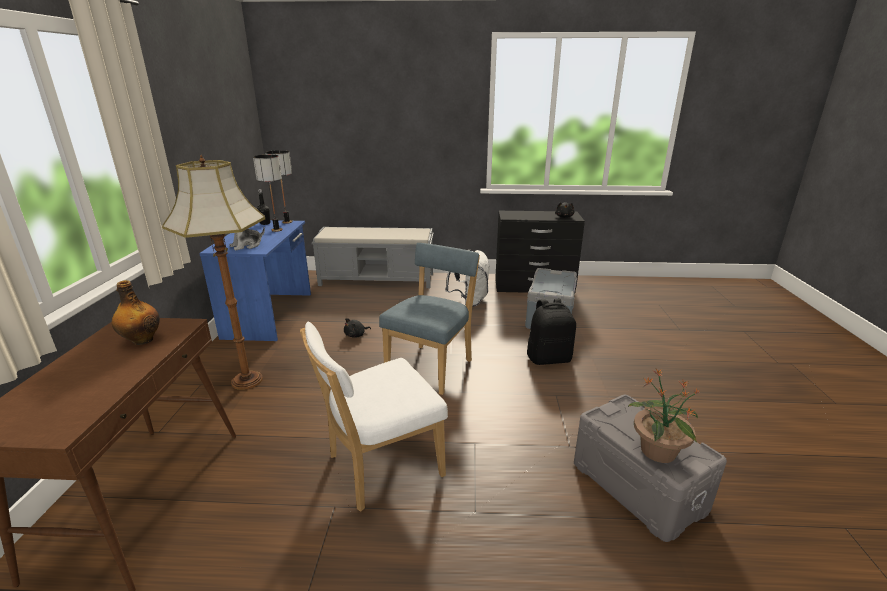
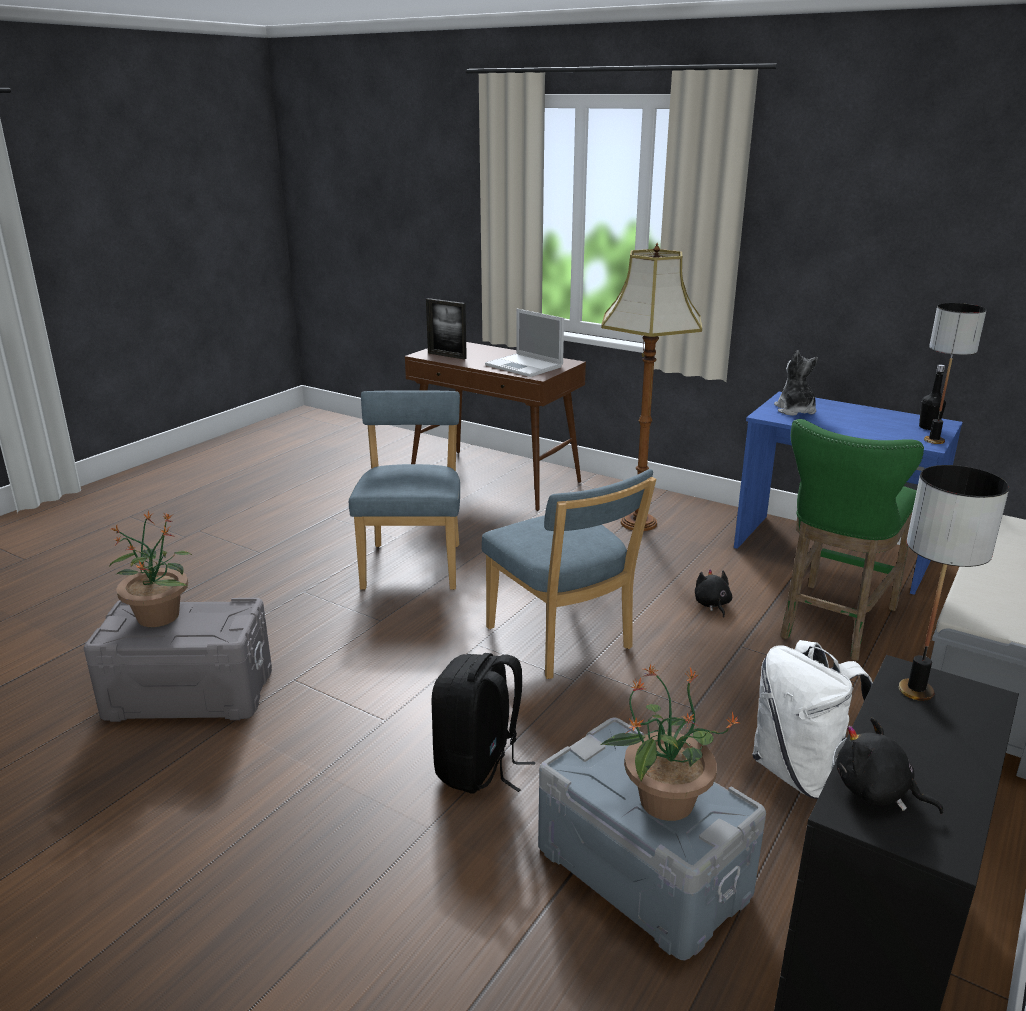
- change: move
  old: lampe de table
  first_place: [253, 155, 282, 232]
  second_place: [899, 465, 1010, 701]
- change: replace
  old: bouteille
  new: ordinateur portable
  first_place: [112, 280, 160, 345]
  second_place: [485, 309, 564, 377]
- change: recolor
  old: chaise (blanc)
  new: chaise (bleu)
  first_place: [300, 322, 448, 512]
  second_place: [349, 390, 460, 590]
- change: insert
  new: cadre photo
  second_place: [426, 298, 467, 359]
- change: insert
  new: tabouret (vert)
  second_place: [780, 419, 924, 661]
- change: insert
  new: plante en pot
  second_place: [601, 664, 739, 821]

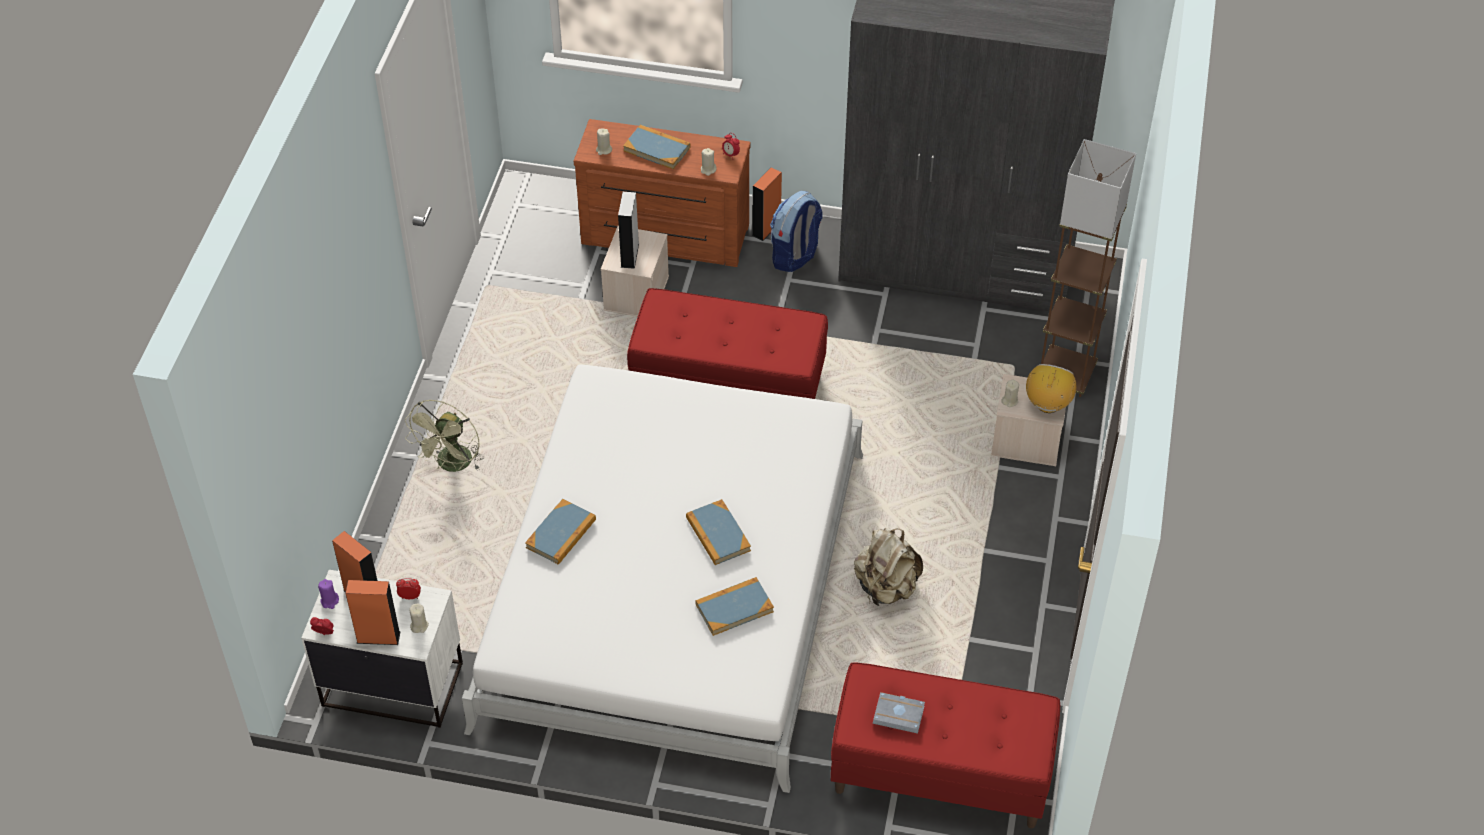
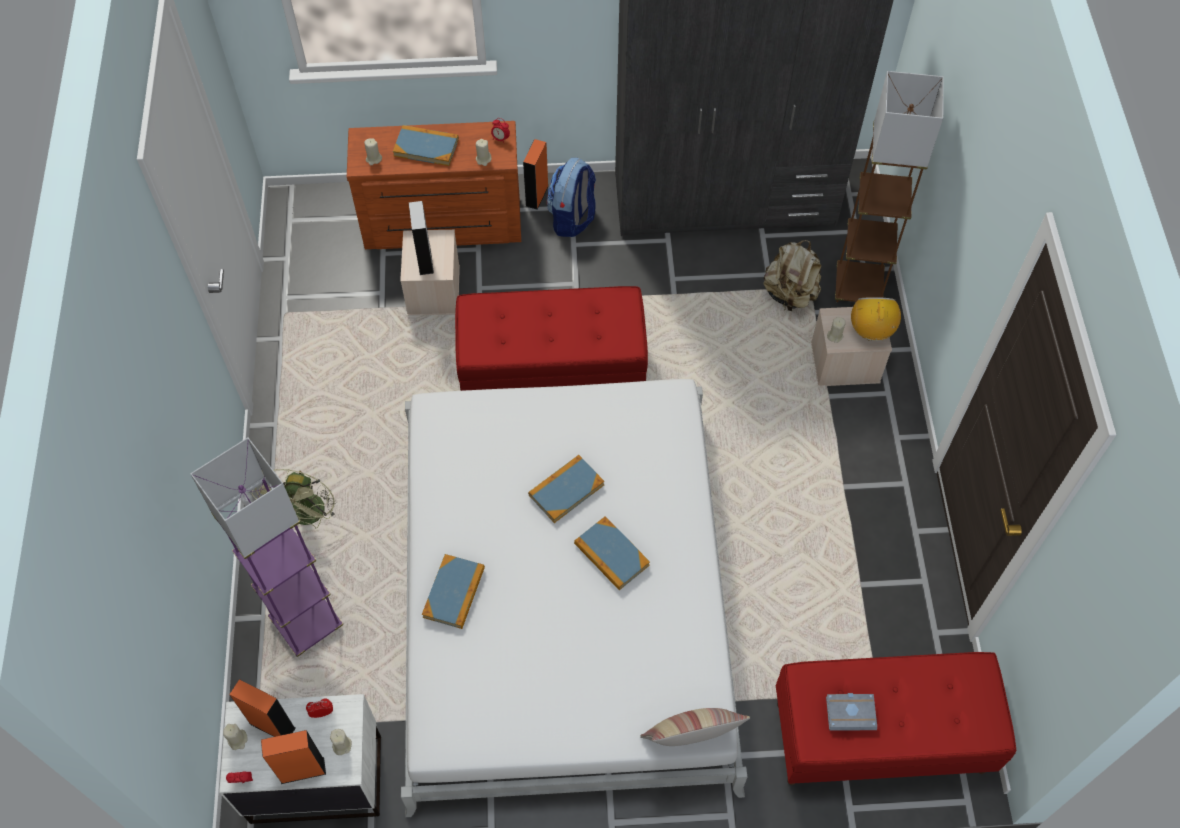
- change: move
  old: sac à dos (beige)
  first_place: [854, 528, 923, 606]
  second_place: [763, 240, 821, 312]
- change: move
  old: livre
  first_place: [695, 577, 774, 636]
  second_place: [528, 455, 604, 523]
- change: recolor
  old: bougie (violet)
  new: bougie (beige)
  first_place: [318, 579, 339, 609]
  second_place: [223, 724, 248, 750]
- change: insert
  new: lampadaire (violet)
  second_place: [190, 437, 343, 657]
- change: insert
  new: coussin
  second_place: [640, 708, 750, 746]

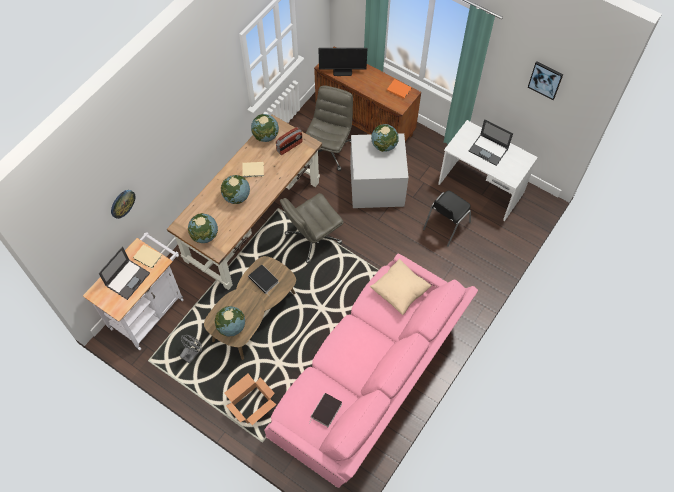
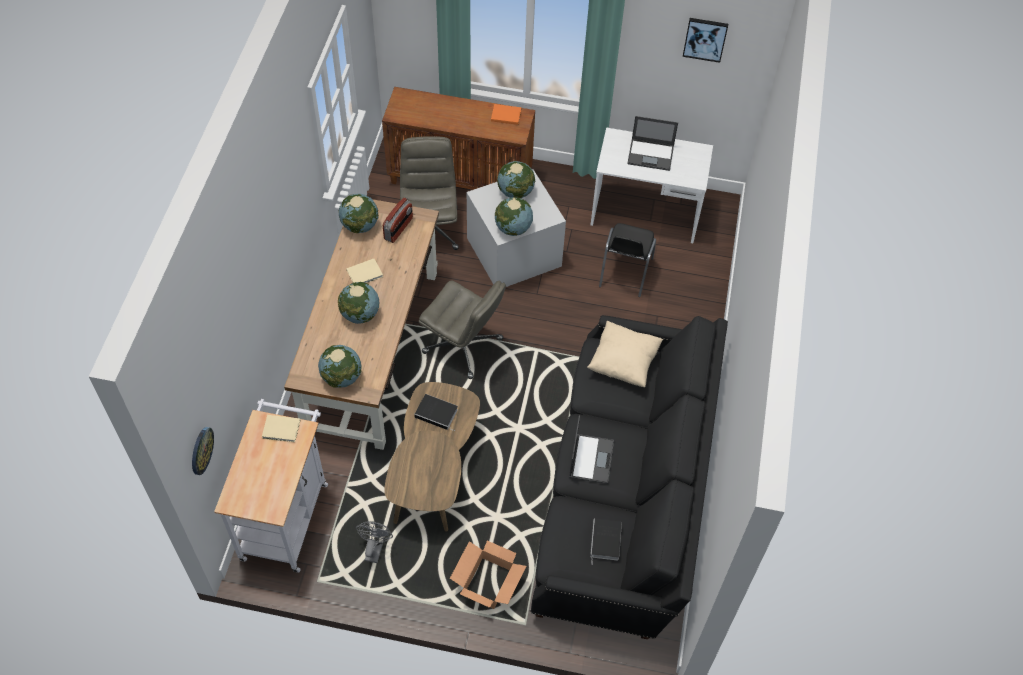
- change: delete
  old: écran d'ordinateur
  first_place: [318, 48, 367, 76]
- change: move
  old: horloge murale
  first_place: [111, 190, 135, 219]
  second_place: [192, 427, 214, 475]
- change: rotate
  old: chaise de bureau (gris)
  first_place: [280, 193, 343, 263]
  second_place: [419, 280, 506, 379]
  degrees: -90
- change: move
  old: ordinateur portable
  first_place: [98, 246, 150, 300]
  second_place: [569, 415, 614, 484]
- change: recolor
  old: canapé (rose)
  new: canapé (noir)
  first_place: [264, 254, 478, 488]
  second_place: [530, 315, 728, 639]
- change: move
  old: globe
  first_place: [215, 306, 245, 336]
  second_place: [495, 197, 533, 236]

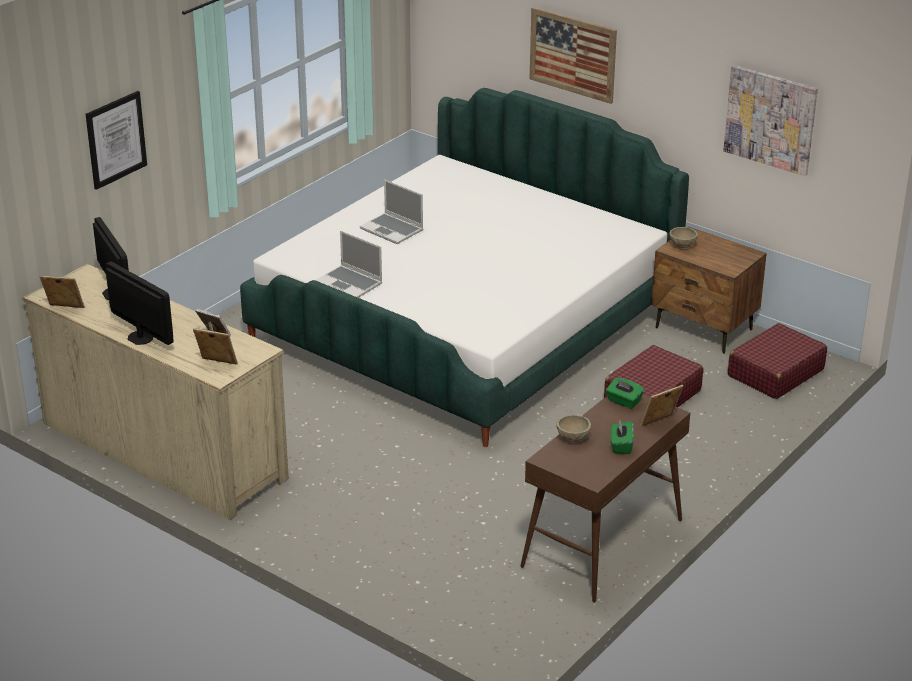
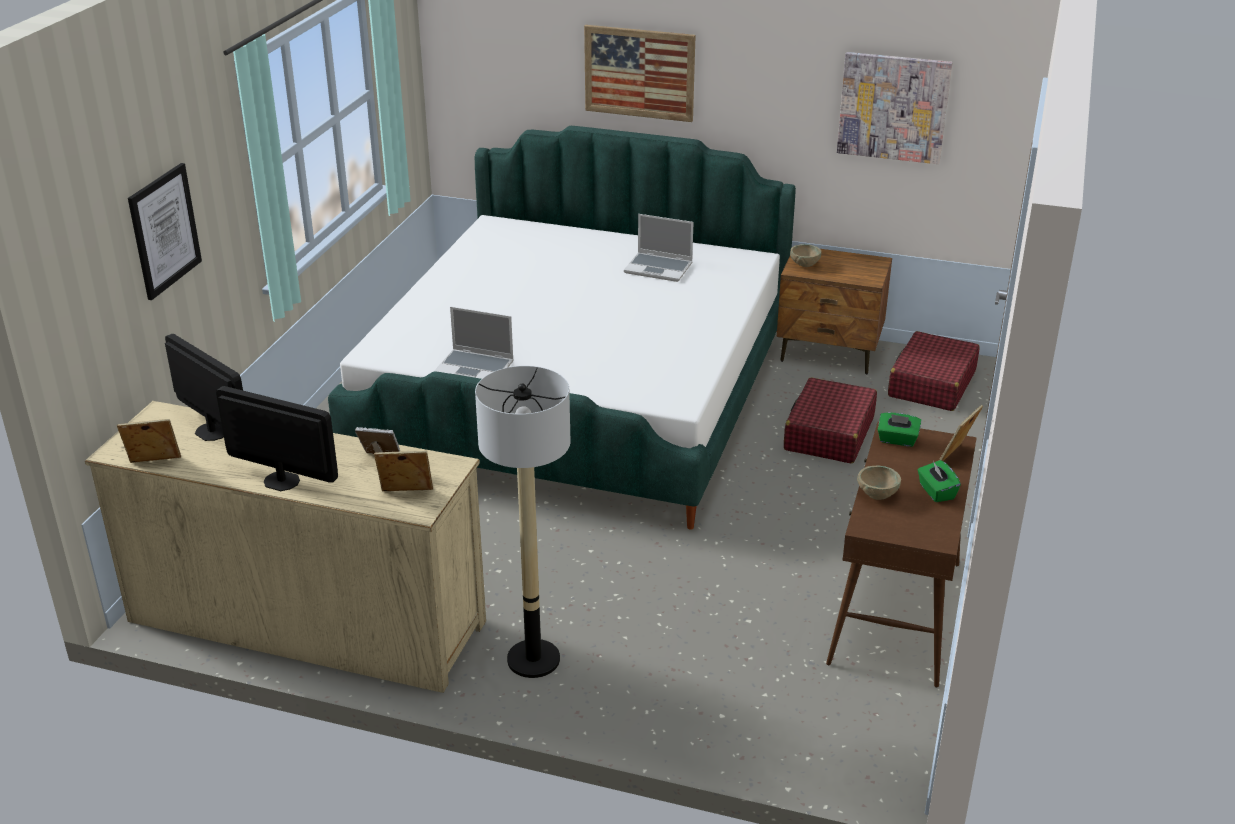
- change: move
  old: ordinateur portable
  first_place: [360, 179, 423, 244]
  second_place: [624, 214, 693, 282]
- change: insert
  new: lampadaire
  second_place: [475, 366, 570, 678]

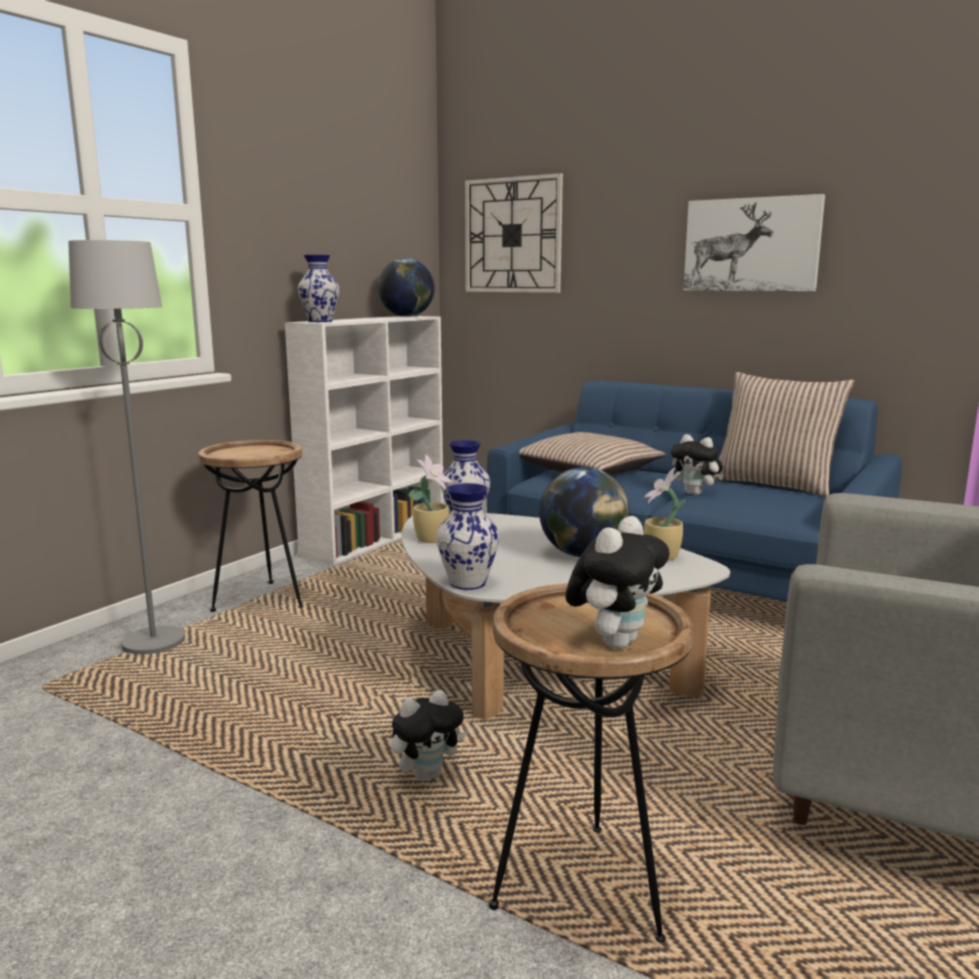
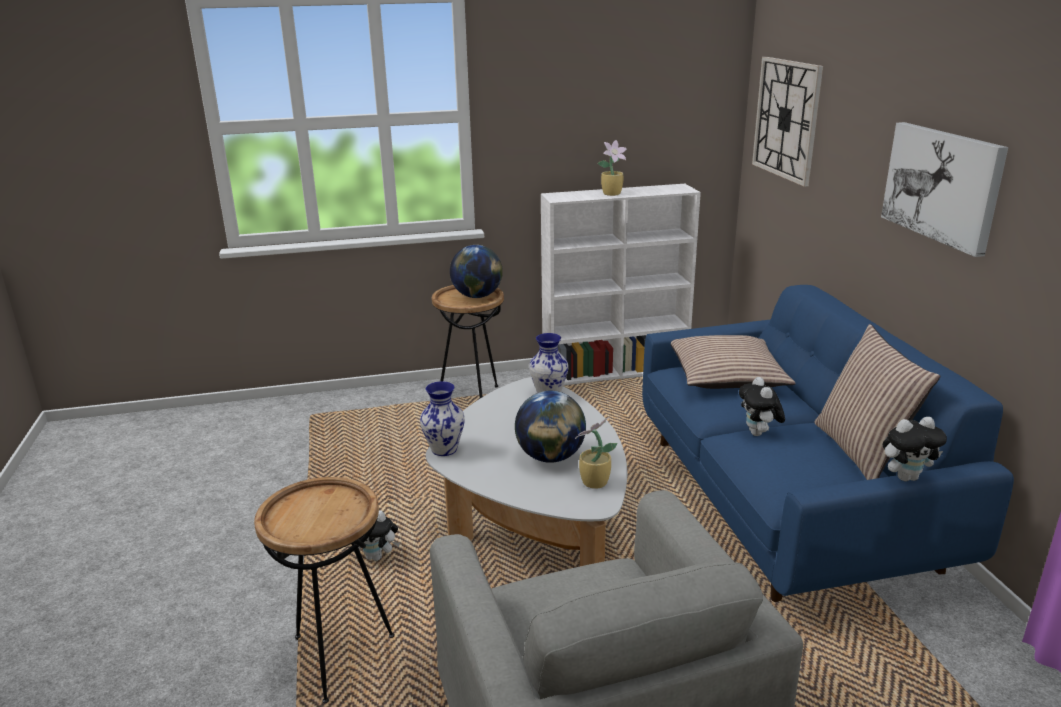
- change: delete
  old: lampadaire (gris)
  first_place: [68, 240, 185, 654]
- change: delete
  old: vase
  first_place: [298, 255, 339, 322]
- change: move
  old: globe
  first_place: [378, 258, 434, 317]
  second_place: [450, 245, 503, 298]
- change: move
  old: plante en pot
  first_place: [408, 454, 453, 543]
  second_place: [598, 140, 627, 196]
- change: move
  old: peluche
  first_place: [565, 516, 670, 649]
  second_place: [883, 417, 947, 481]

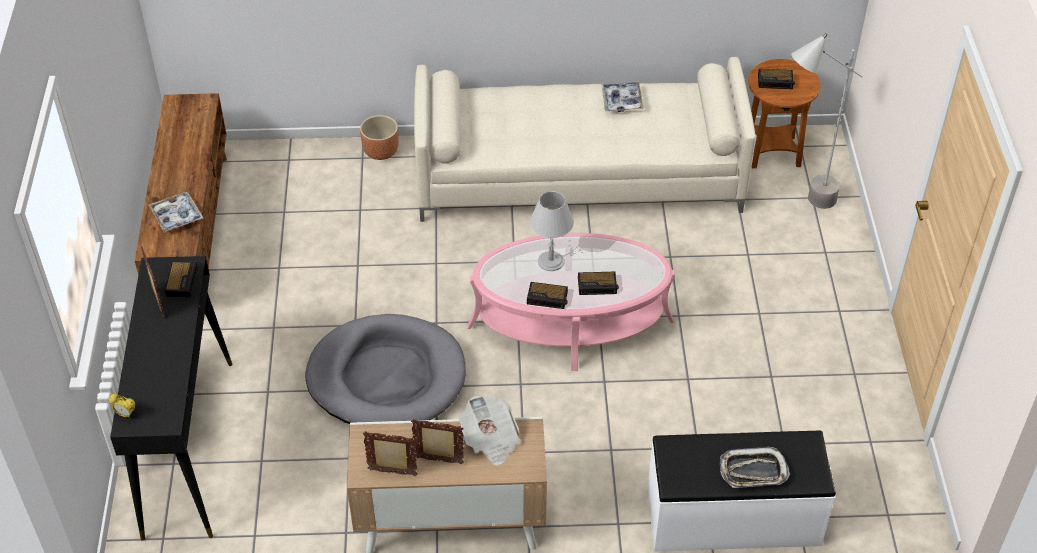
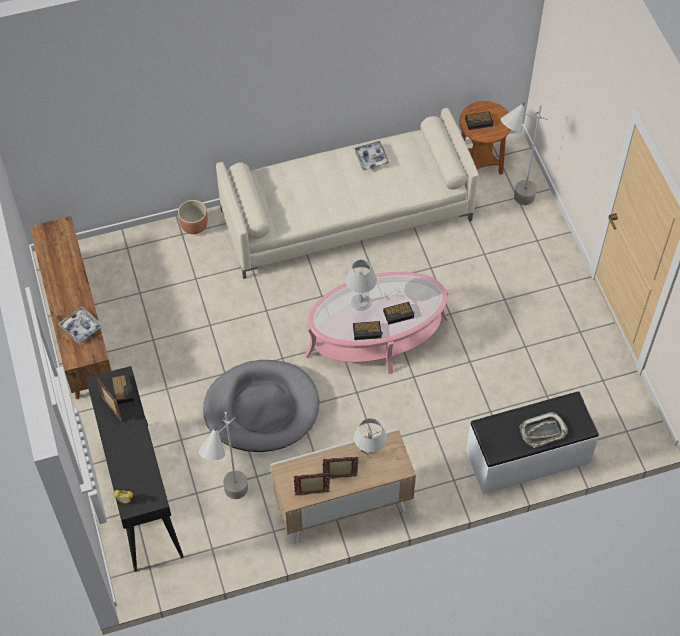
- change: replace
  old: journal
  new: lampe de table (blanc)
  first_place: [459, 395, 521, 466]
  second_place: [354, 418, 387, 458]
- change: insert
  new: lampadaire (gris)
  second_place: [199, 412, 248, 499]

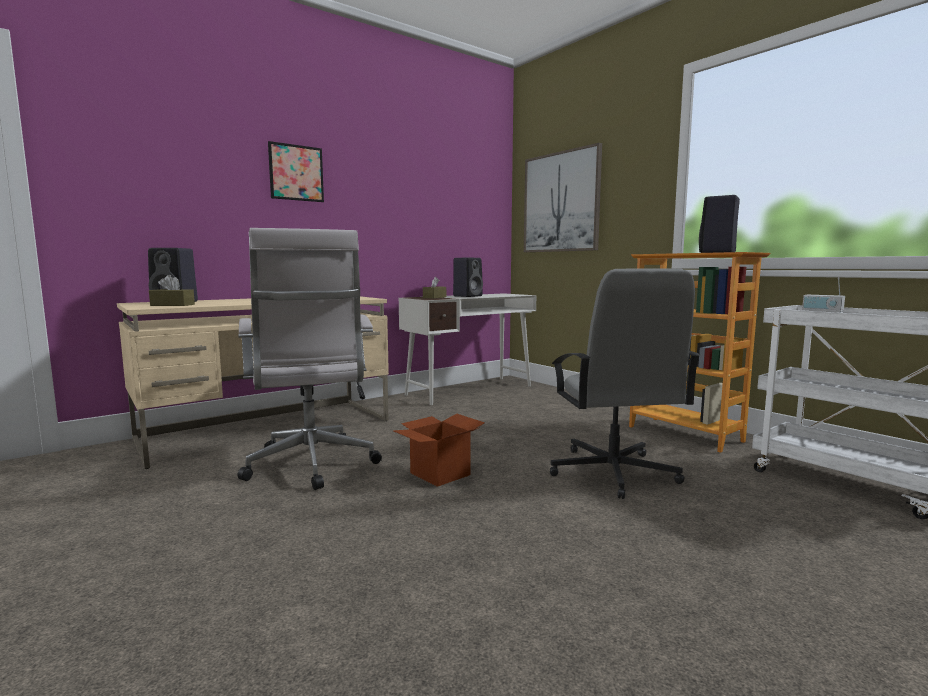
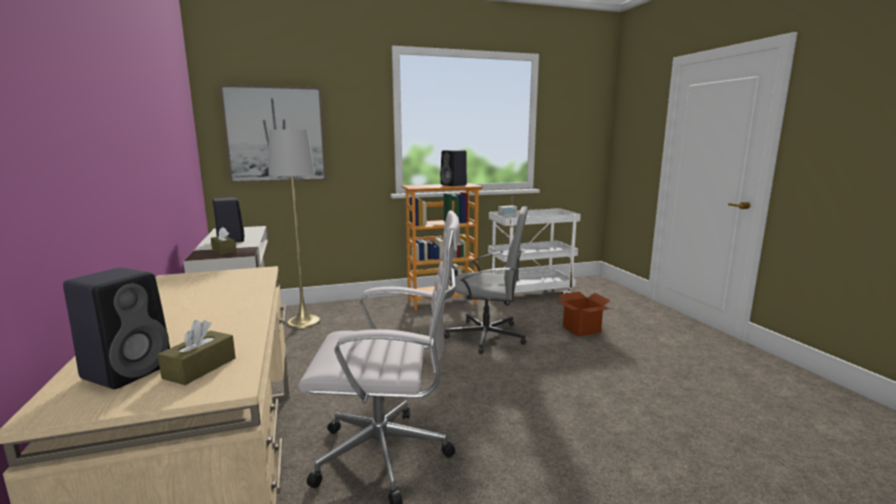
- change: delete
  old: tableau
  first_place: [268, 141, 324, 202]
- change: move
  old: carton
  first_place: [394, 414, 485, 487]
  second_place: [557, 292, 612, 337]
- change: insert
  new: lampadaire (gris)
  second_place: [268, 128, 320, 328]

